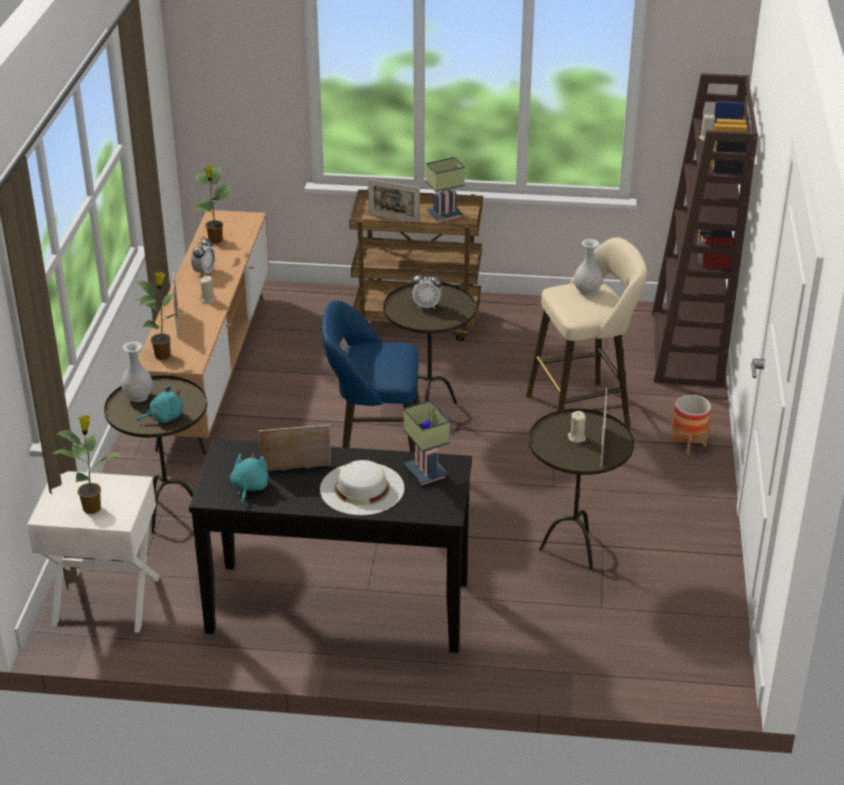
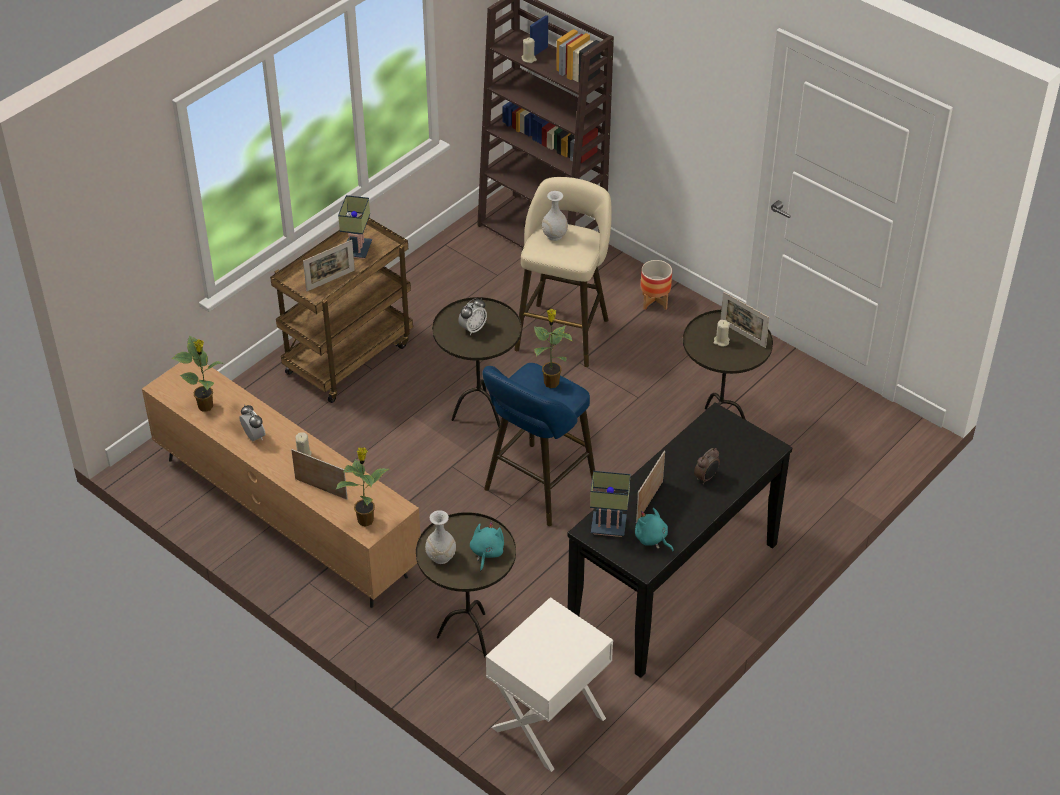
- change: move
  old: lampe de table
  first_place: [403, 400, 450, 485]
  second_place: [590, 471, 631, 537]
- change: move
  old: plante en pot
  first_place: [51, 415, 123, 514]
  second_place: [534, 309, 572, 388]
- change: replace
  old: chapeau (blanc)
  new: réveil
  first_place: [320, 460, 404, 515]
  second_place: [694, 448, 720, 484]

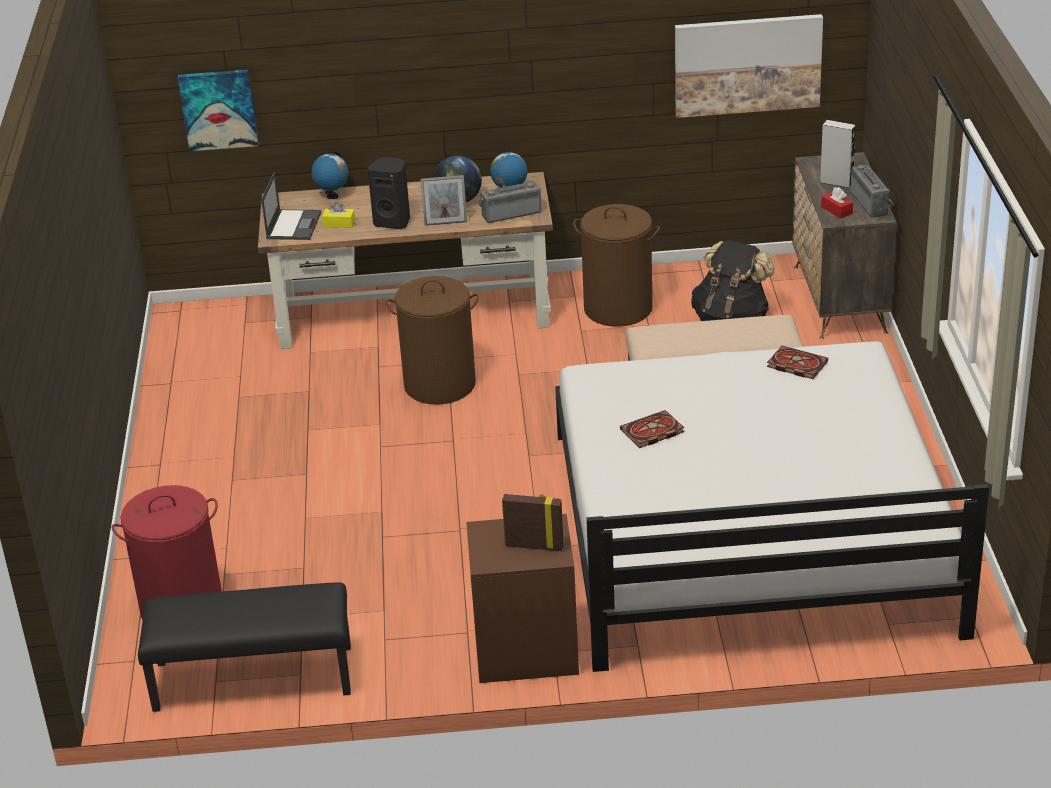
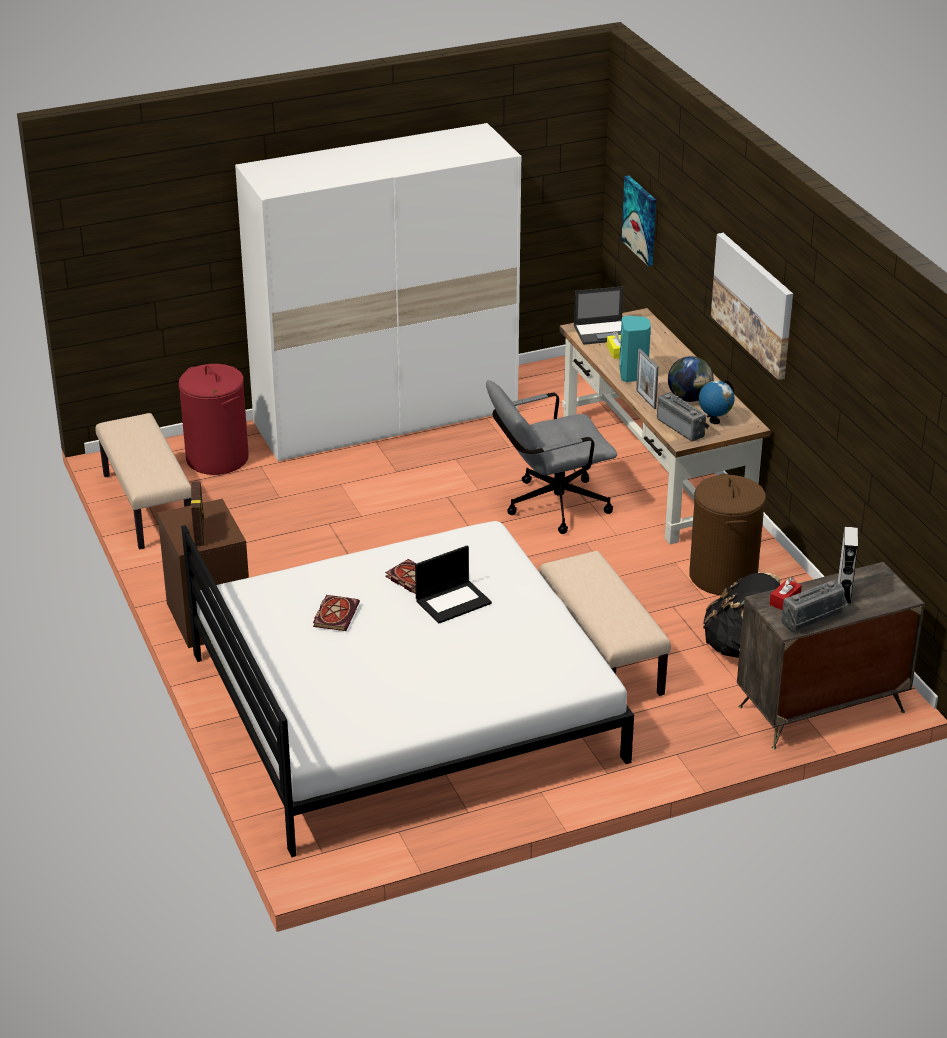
- change: move
  old: tableau
  first_place: [675, 14, 823, 118]
  second_place: [711, 233, 793, 380]
- change: delete
  old: globe
  first_place: [311, 151, 349, 199]
- change: recolor
  old: enceinte (noir)
  new: enceinte (turquoise)
  first_place: [367, 157, 410, 229]
  second_place: [619, 316, 651, 382]
- change: replace
  old: panier à linge (marron)
  new: chaise de bureau (gris)
  first_place: [386, 276, 479, 404]
  second_place: [486, 380, 617, 534]
- change: move
  old: livre
  first_place: [767, 346, 828, 379]
  second_place: [313, 595, 360, 631]
- change: recolor
  old: banc (noir)
  new: banc (beige)
  first_place: [138, 582, 351, 712]
  second_place: [96, 413, 191, 550]
- change: insert
  new: armoire (blanc)
  second_place: [235, 123, 521, 461]
- change: insert
  new: ordinateur portable
  second_place: [415, 545, 492, 623]

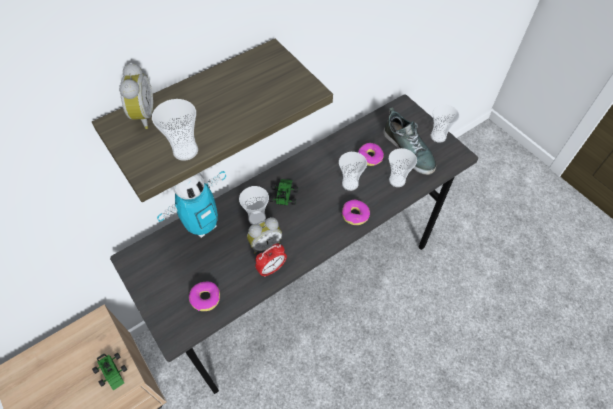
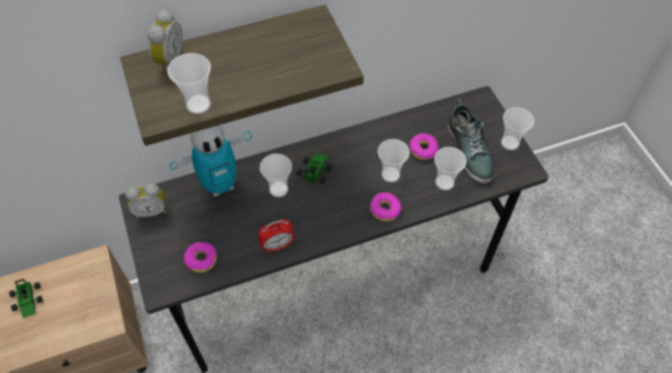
- change: move
  old: réveil
  first_place: [247, 217, 282, 254]
  second_place: [125, 183, 167, 219]
- change: move
  old: petite voiture
  first_place: [92, 352, 127, 390]
  second_place: [9, 279, 43, 318]

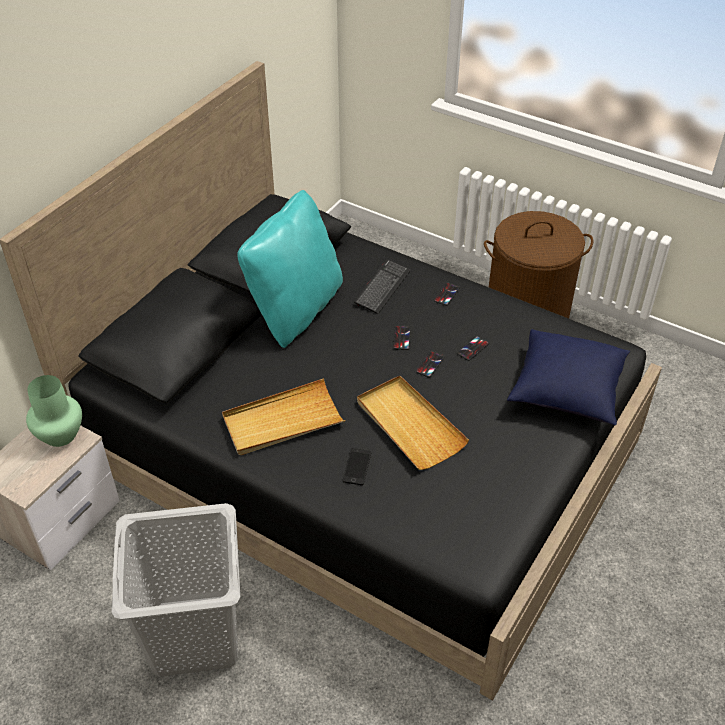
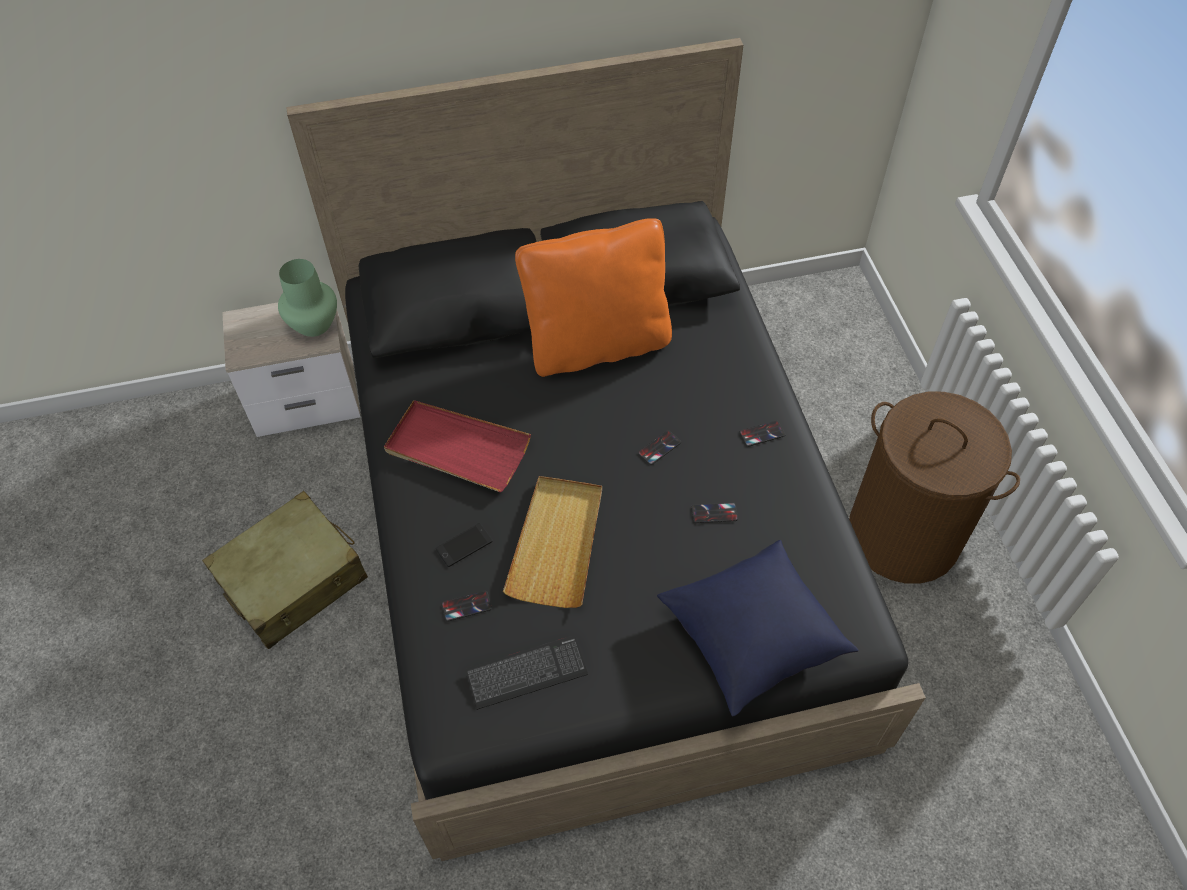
- change: recolor
  old: coussin (turquoise)
  new: coussin (orange)
  first_place: [237, 190, 343, 348]
  second_place: [515, 218, 672, 377]
- change: move
  old: clavier
  first_place: [354, 259, 411, 314]
  second_place: [465, 635, 588, 710]
- change: move
  old: téléphone
  first_place: [416, 351, 445, 378]
  second_place: [441, 591, 492, 622]
- change: recolor
  old: plateau (beige)
  new: plateau (rouge)
  first_place: [222, 378, 346, 455]
  second_place: [384, 400, 531, 492]
- change: replace
  old: panier à linge (gris)
  new: valise (beige)
  first_place: [111, 503, 240, 677]
  second_place: [202, 491, 368, 649]

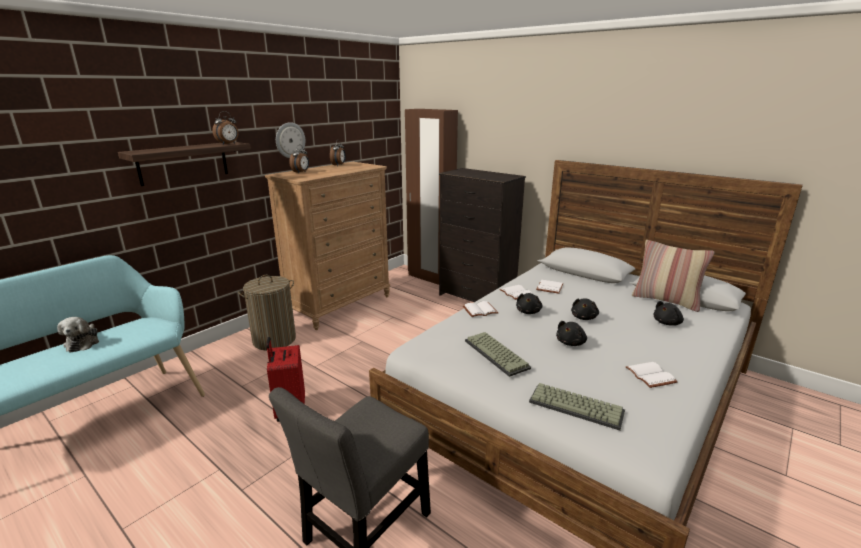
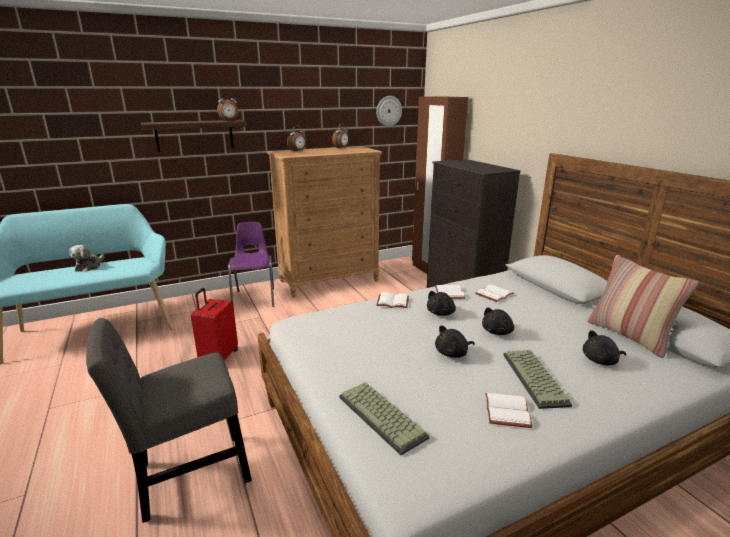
- change: move
  old: horloge murale
  first_place: [276, 122, 305, 158]
  second_place: [376, 96, 402, 127]
- change: replace
  old: panier à linge
  new: chaise (violet)
  first_place: [238, 275, 296, 351]
  second_place: [228, 222, 274, 307]
- change: move
  old: clavier
  first_place: [465, 332, 531, 377]
  second_place: [503, 350, 572, 409]

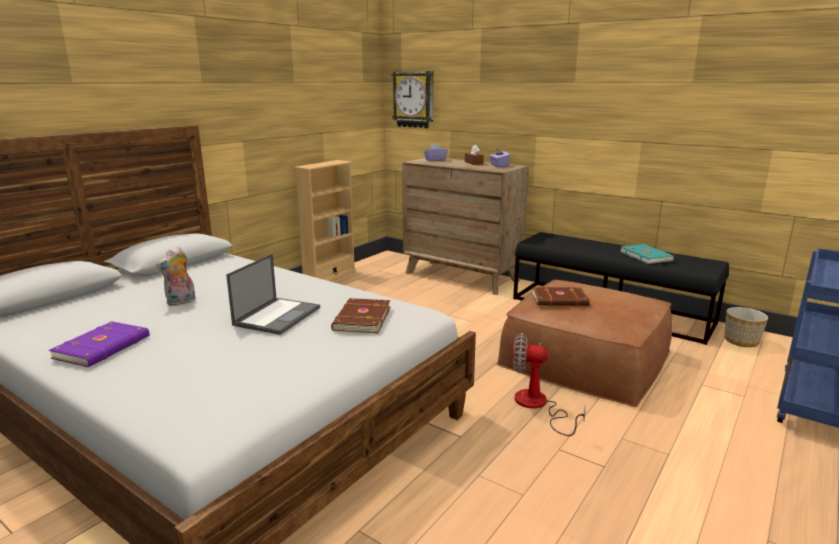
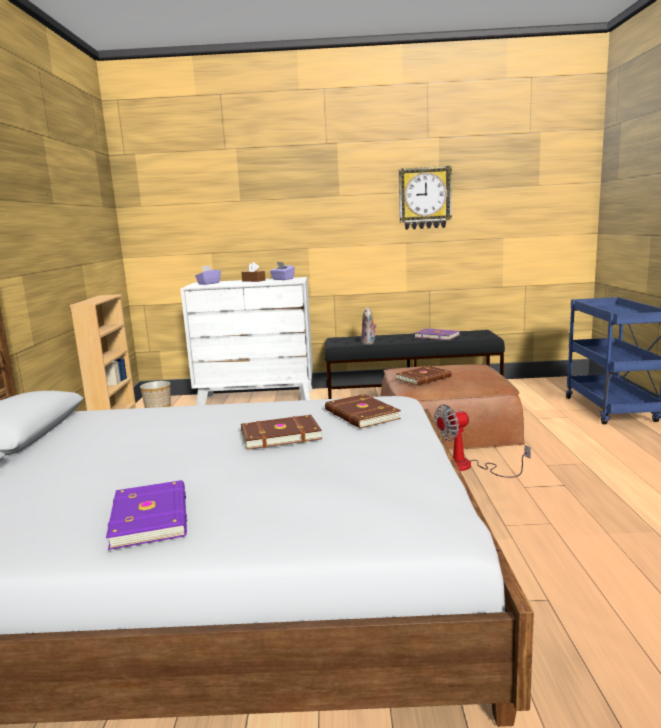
- change: move
  old: horloge murale
  first_place: [392, 71, 433, 128]
  second_place: [399, 166, 452, 230]
- change: recolor
  old: commode (marron)
  new: commode (blanc)
  first_place: [402, 158, 529, 295]
  second_place: [181, 277, 313, 405]
- change: recolor
  old: livre (turquoise)
  new: livre (violet)
  first_place: [620, 244, 675, 264]
  second_place: [414, 328, 460, 340]
- change: move
  old: peluche
  first_place: [156, 246, 195, 306]
  second_place: [361, 307, 377, 345]
- change: replace
  old: ordinateur portable
  new: livre (marron)
  first_place: [226, 254, 320, 335]
  second_place: [241, 415, 322, 450]
- change: move
  old: cache-pot
  first_place: [724, 307, 768, 347]
  second_place: [140, 381, 171, 408]

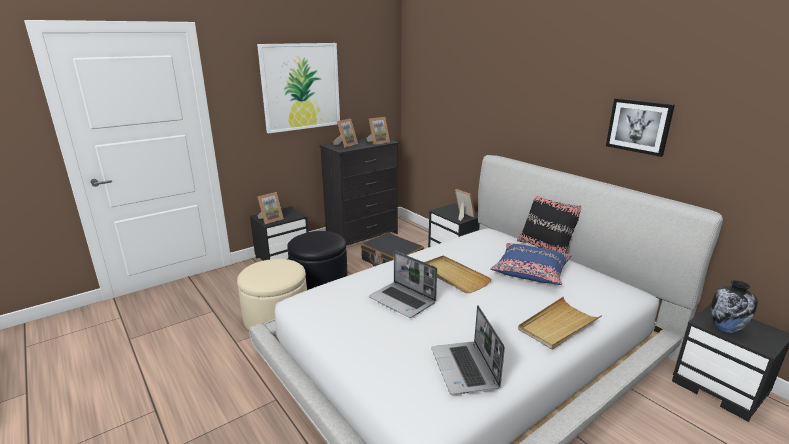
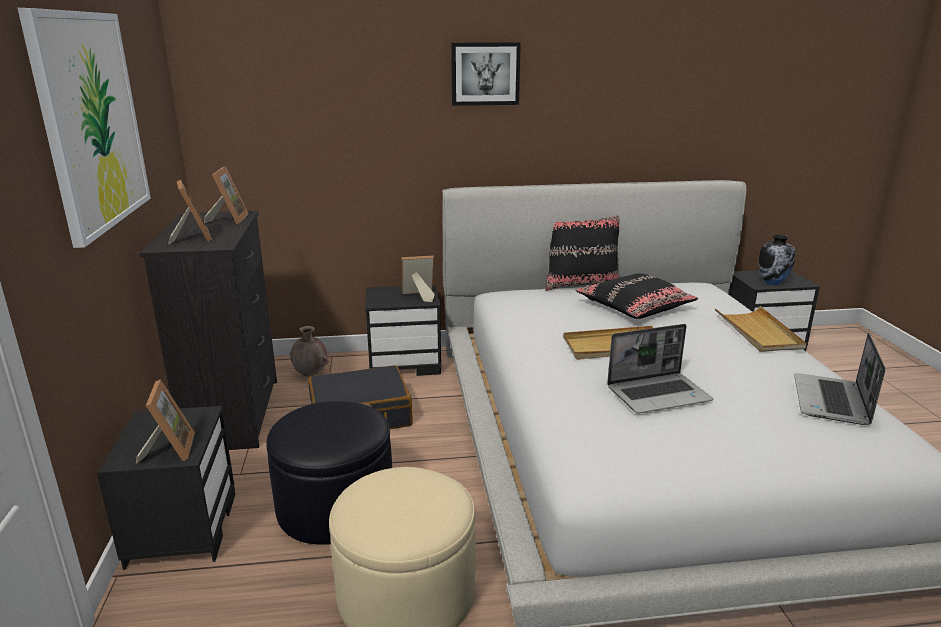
- change: move
  old: tableau
  first_place: [606, 98, 675, 157]
  second_place: [451, 42, 521, 106]
- change: recolor
  old: coussin (bleu)
  new: coussin (noir)
  first_place: [490, 243, 572, 285]
  second_place: [576, 273, 698, 319]
- change: rotate
  old: ordinateur portable
  first_place: [431, 305, 505, 395]
  second_place: [794, 333, 885, 425]
  degrees: 90
- change: insert
  new: vase (marron)
  second_place: [290, 326, 329, 377]

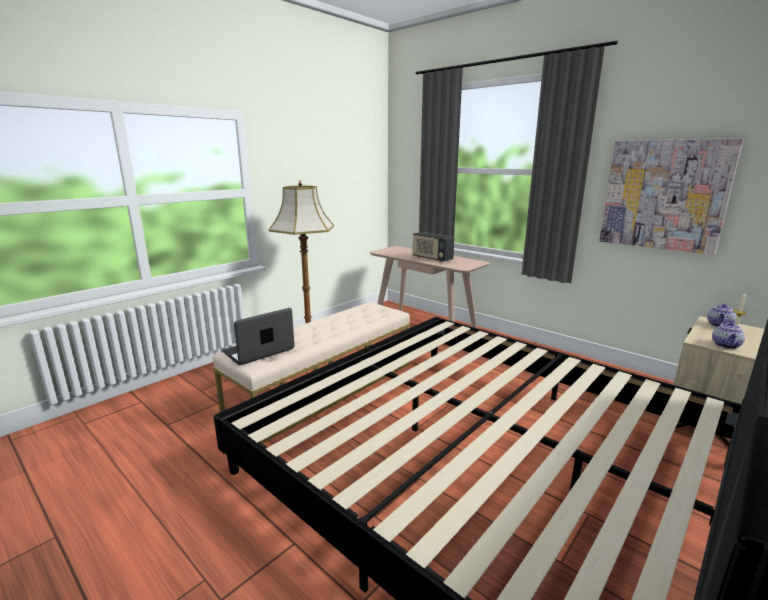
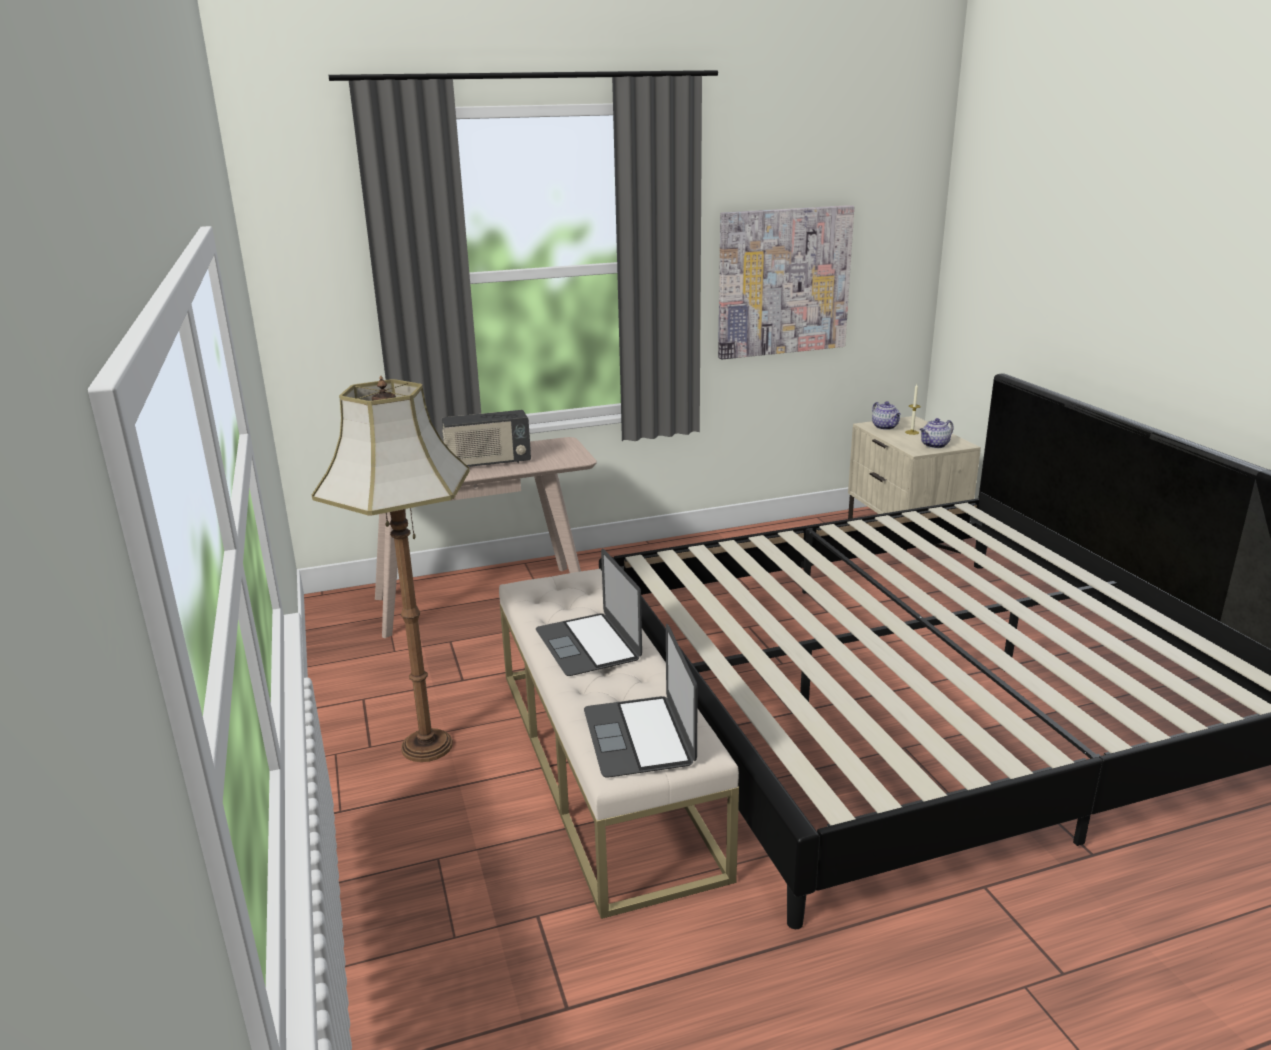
- change: rotate
  old: théière
  first_place: [712, 321, 745, 349]
  second_place: [920, 418, 954, 448]
  degrees: 90
- change: insert
  new: ordinateur portable
  second_place: [536, 549, 642, 676]

